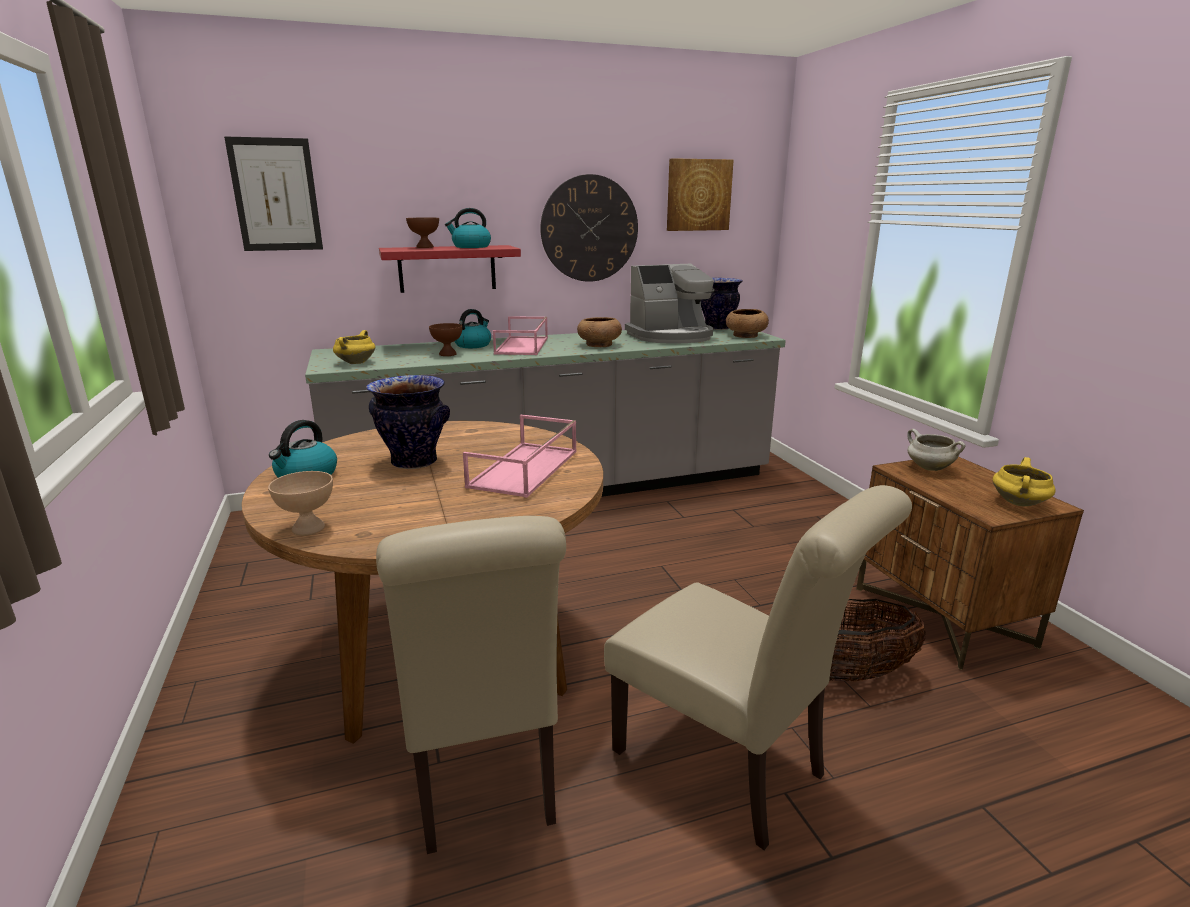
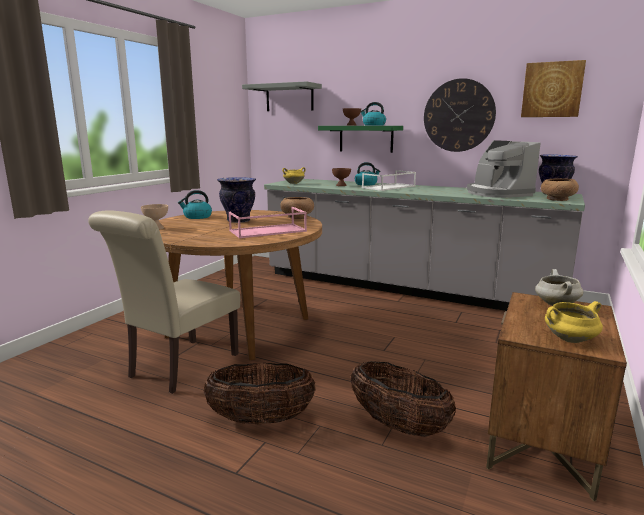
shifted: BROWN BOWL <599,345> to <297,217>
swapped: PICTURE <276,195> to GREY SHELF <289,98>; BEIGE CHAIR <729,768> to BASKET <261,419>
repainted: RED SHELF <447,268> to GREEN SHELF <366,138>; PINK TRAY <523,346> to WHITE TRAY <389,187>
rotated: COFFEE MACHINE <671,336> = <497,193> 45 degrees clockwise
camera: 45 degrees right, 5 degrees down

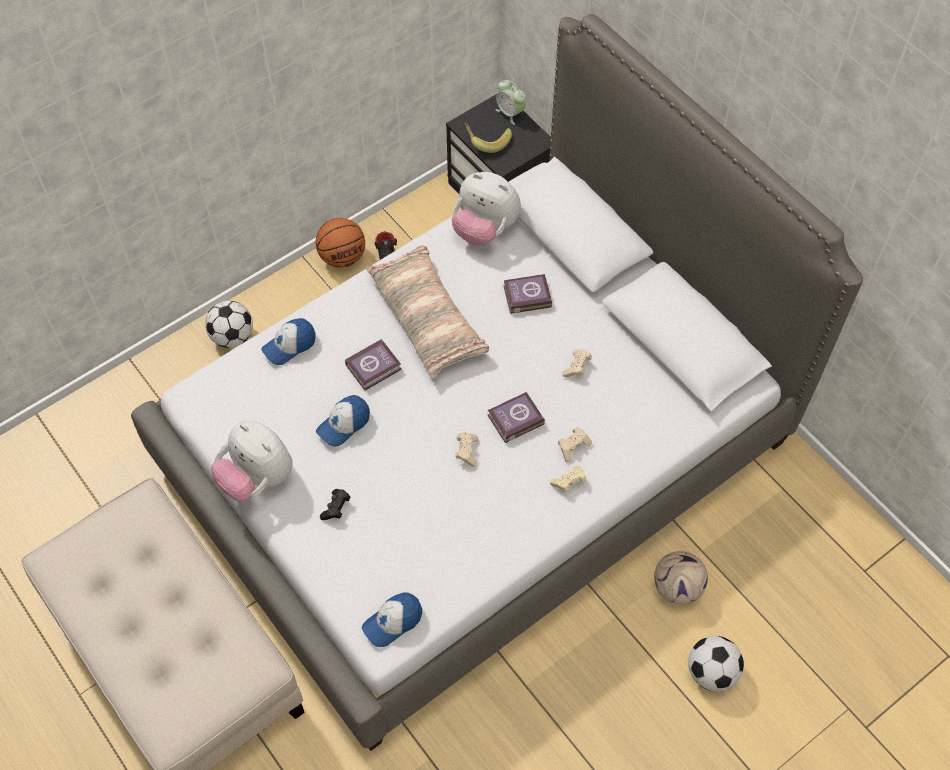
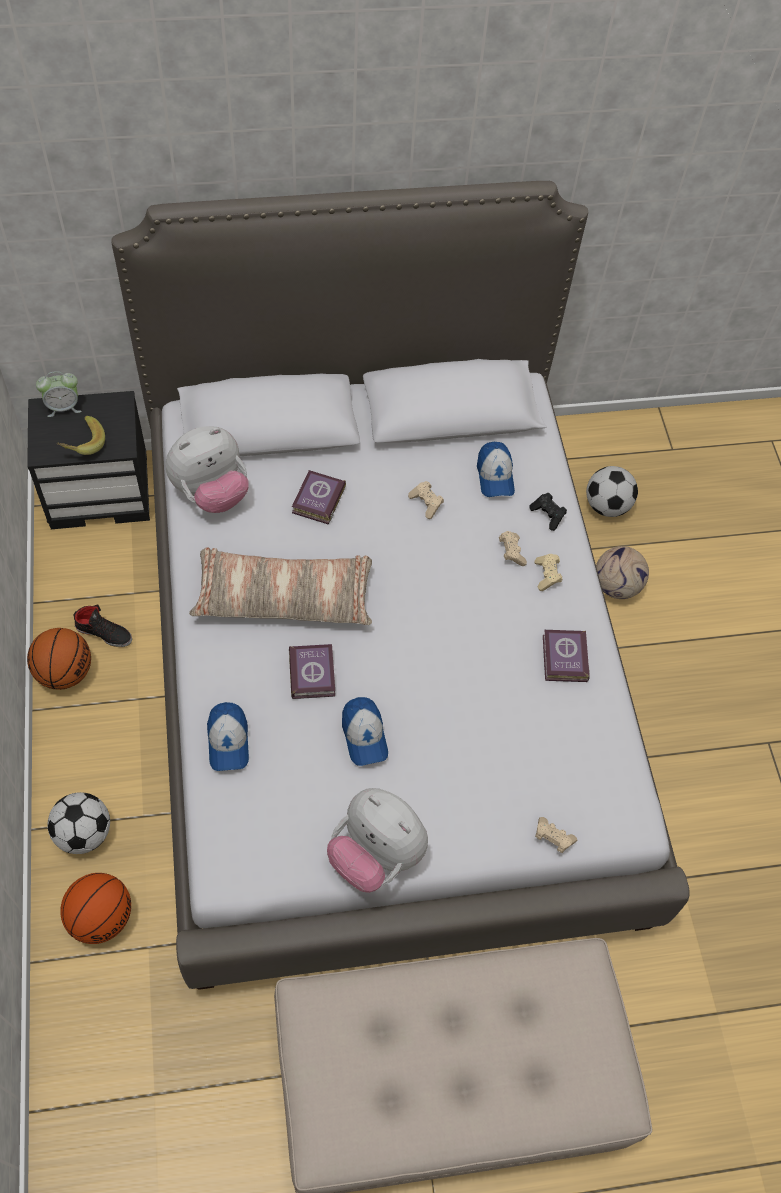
new: BASKETBALL <101,916>
shifted: BOOK <514,419> to <563,659>; BEIGE GAME CONTROLLER <467,451> to <552,838>; BLACK GAME CONTROLLER <336,508> to <548,515>; CAP <393,622> to <495,476>; FOOTBALL <711,672> to <606,506>
rotated: PLUSH TOY <257,478> = <376,854> 60 degrees clockwise
camera: 65 degrees left, 0 degrees up

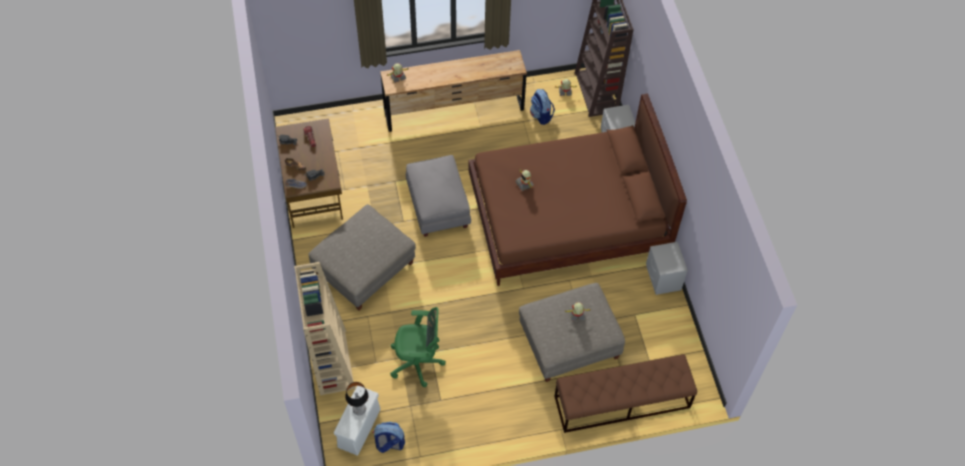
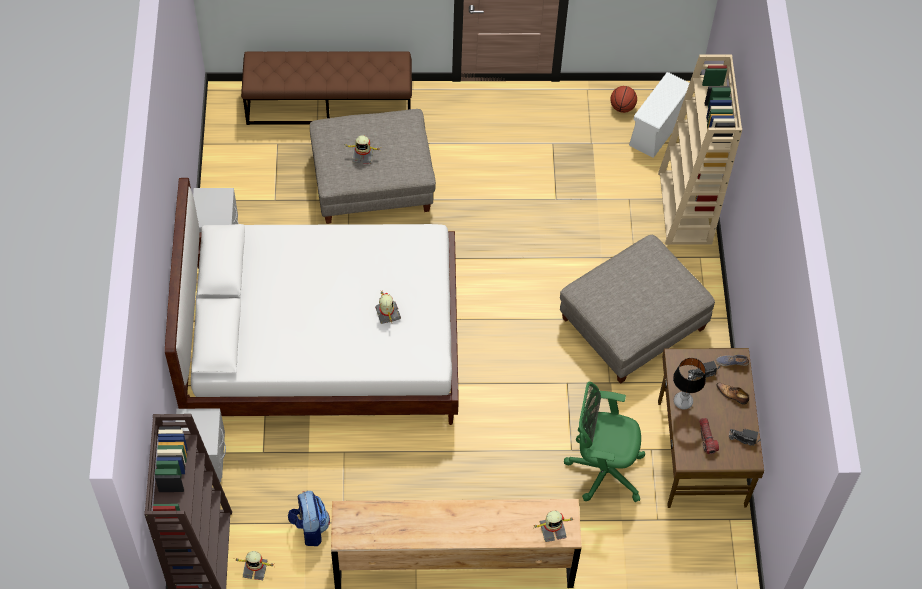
gone: GREY OTTOMAN <438,207>
shifted: GREEN OFFICE CHAIR <418,363> to <602,470>; TABLE LAMP <359,409> to <683,402>
swapped: BACKPACK <389,444> to BASKETBALL <622,107>
repainted: BROWN BED <567,219> to WHITE BED <322,343>
camera: 170 degrees left, 0 degrees up

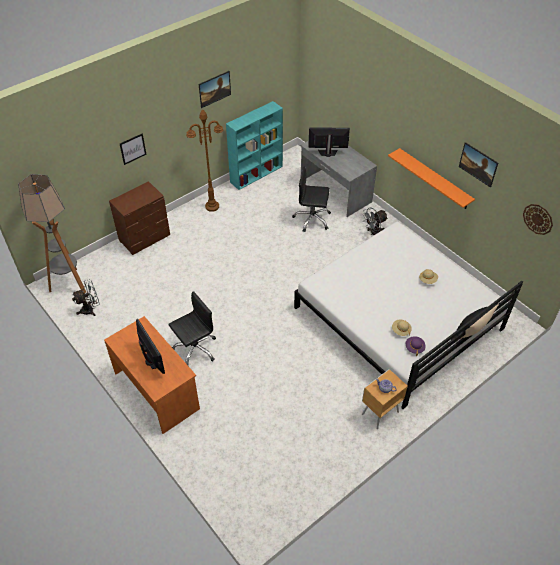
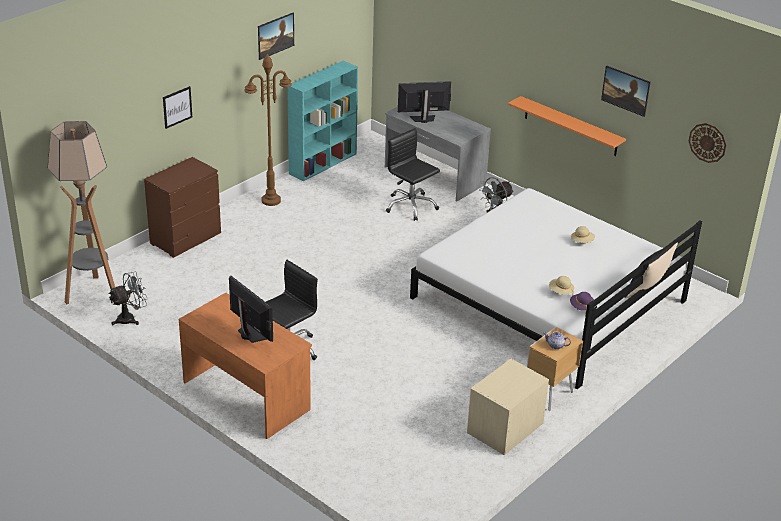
new: BEIGE NIGHTSTAND <504,428>
rotated: BLACK OFFICE CHAIR <312,219> = <410,206> 45 degrees clockwise
camera: 10 degrees left, 15 degrees down

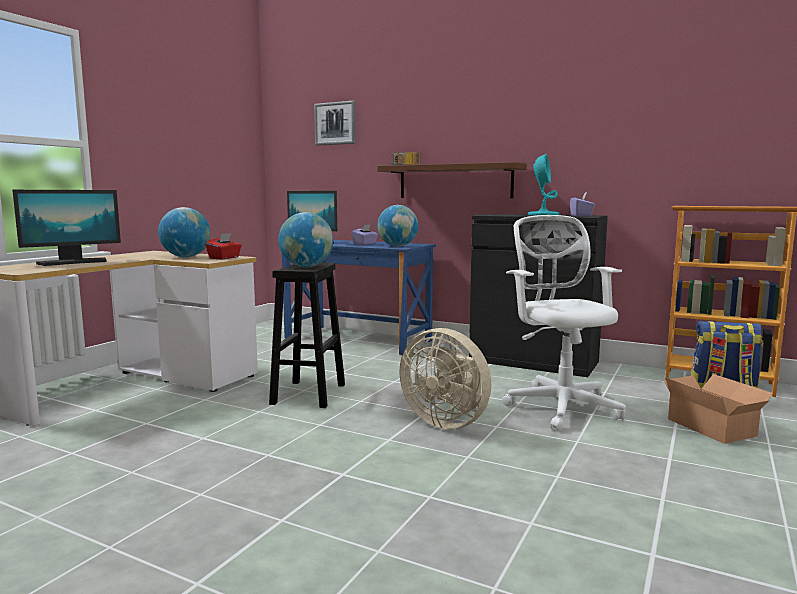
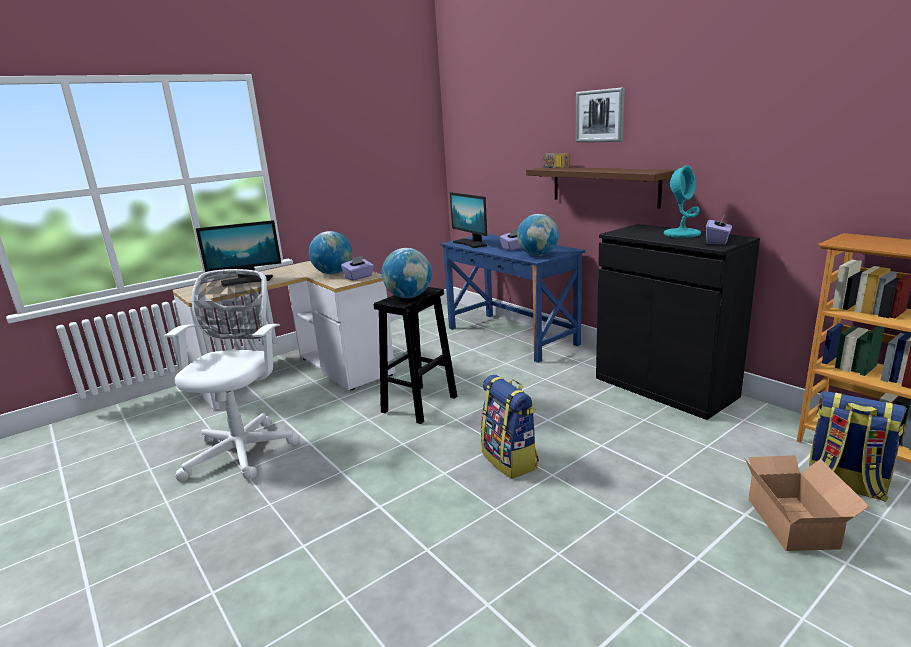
shifted: PICTURE <335,123> to <600,116>; WHITE OFFICE CHAIR <560,405> to <244,449>
swapped: BEIGE FAN <447,422> to BACKPACK <510,460>
repainted: RED TISSUE BOX <224,258> to PURPLE TISSUE BOX <359,277>
camera: 25 degrees right, 10 degrees up

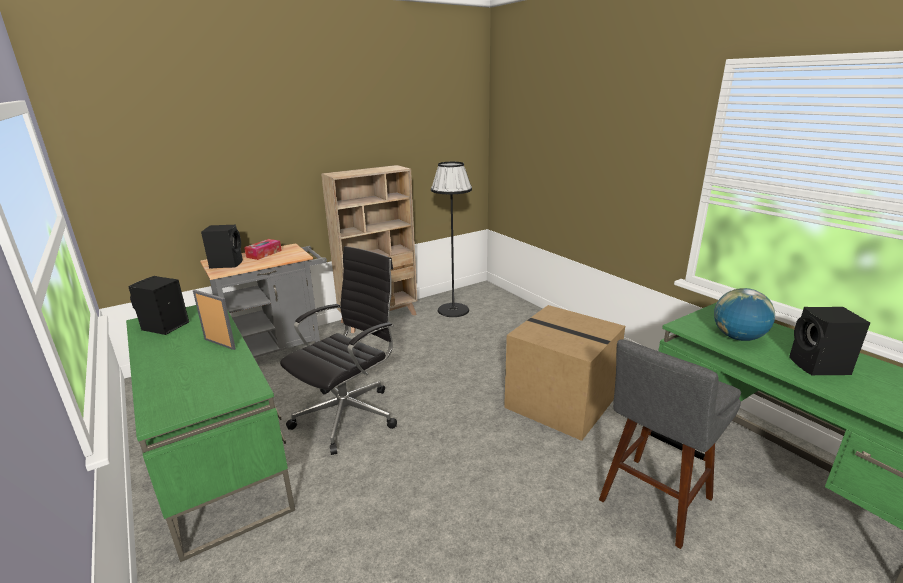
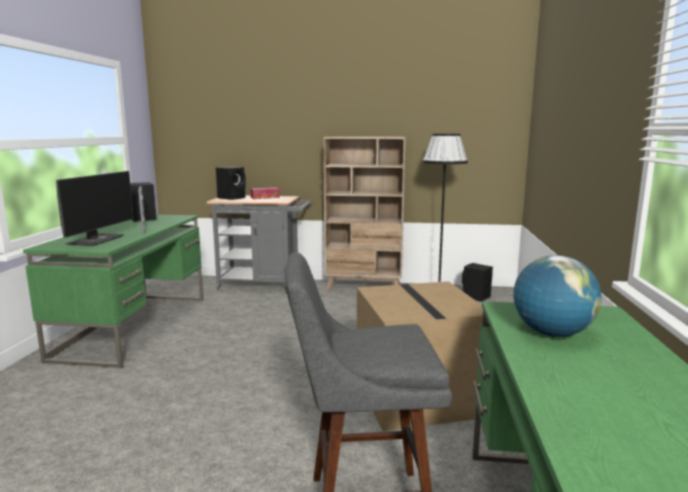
gone: BLACK OFFICE CHAIR <349,415>
new: MONITOR <96,240>
shifted: BLACK SPEAKER <819,367> to <475,297>
camera: 40 degrees right, 10 degrees down

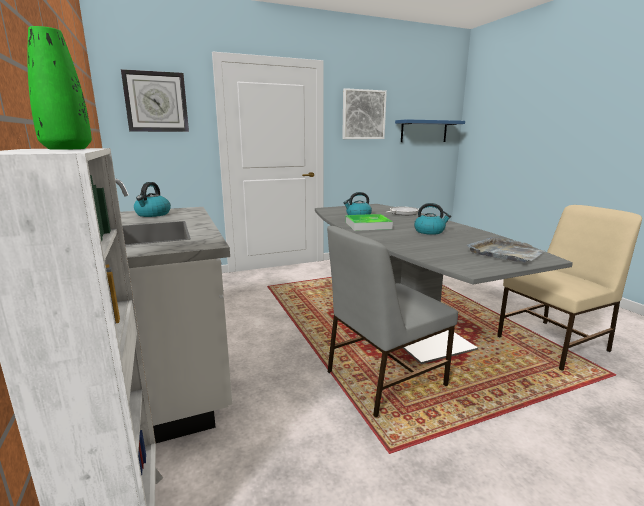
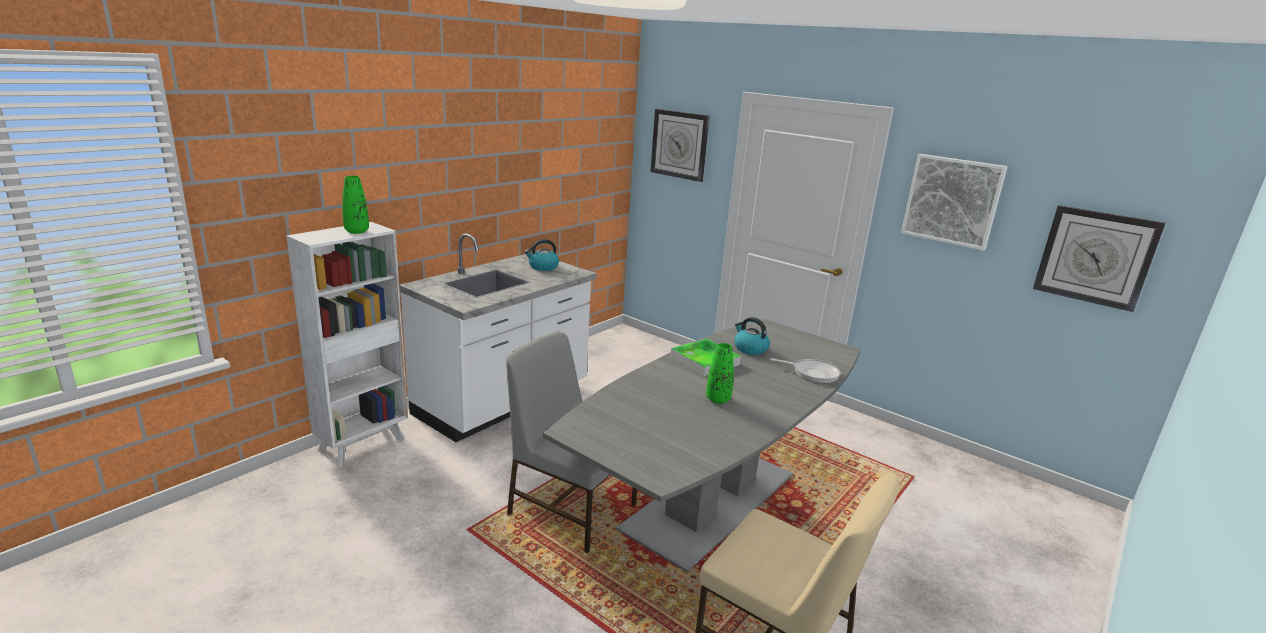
gone: GREY TRAY <505,253>
swapped: BLUE SHELF <424,131> to WALL CLOCK <1095,257>; KETTLE <429,231> to GREEN VASE <718,399>
camera: 60 degrees right, 5 degrees up

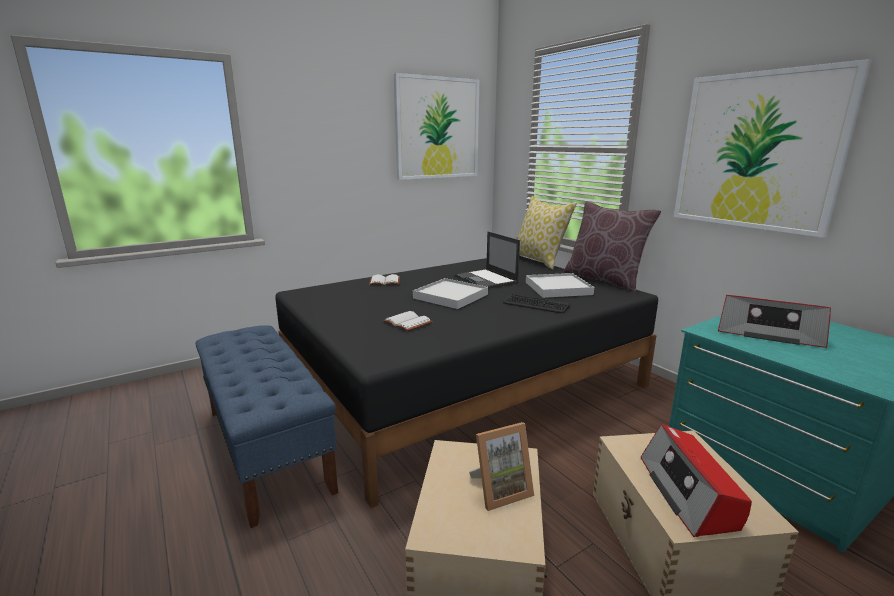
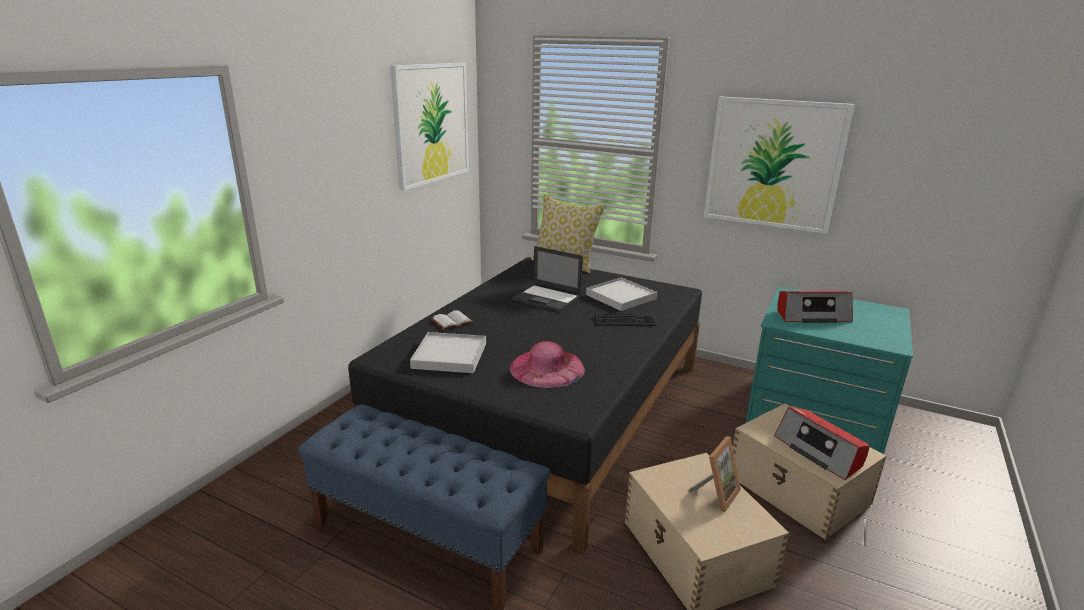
gone: BROWN PILLOW <604,279>
shifted: WHITE TRAY <450,296> to <449,356>
swapped: WHITE BOOK <409,322> to PINK HAT <547,368>
camera: 30 degrees left, 5 degrees up

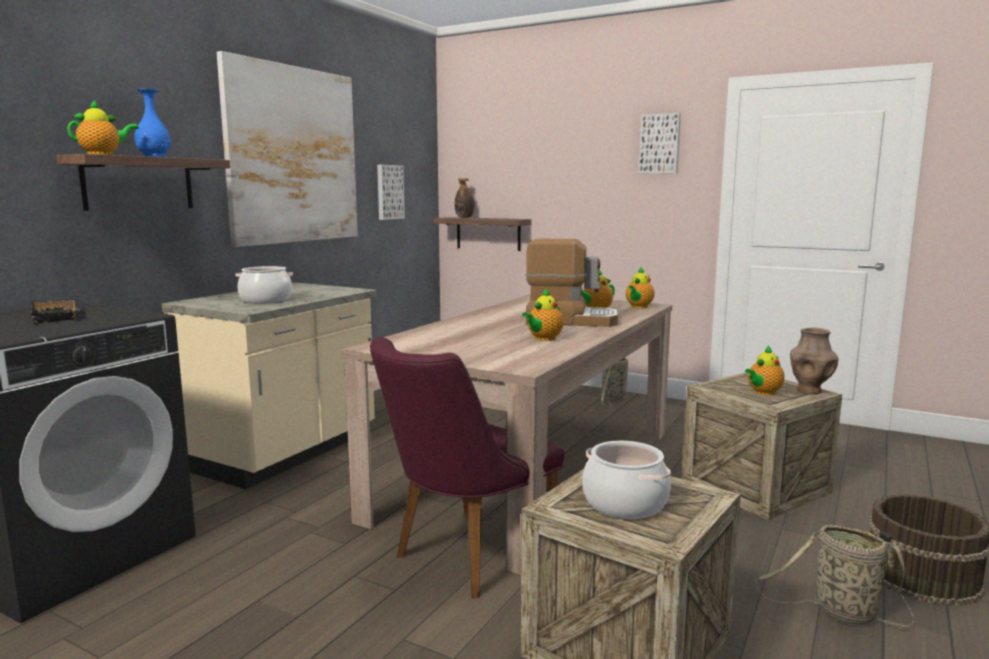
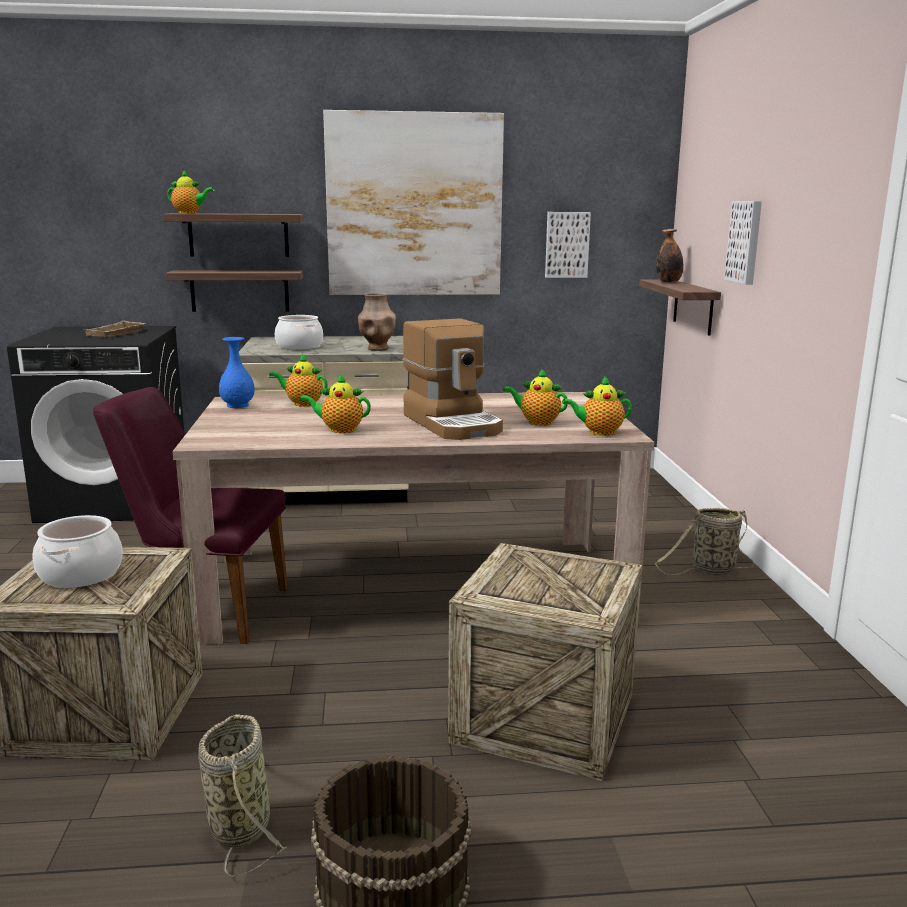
new: SHELF <239,290>
shifted: BLUE VASE <154,157> to <238,405>; PICTURE <660,144> to <746,242>; BROWN VASE <809,391> to <377,349>; TEAPOT <763,392> to <302,404>
repainted: BLACK TRAY <58,316> to BEIGE TRAY <116,333>
camera: 55 degrees right, 5 degrees up

